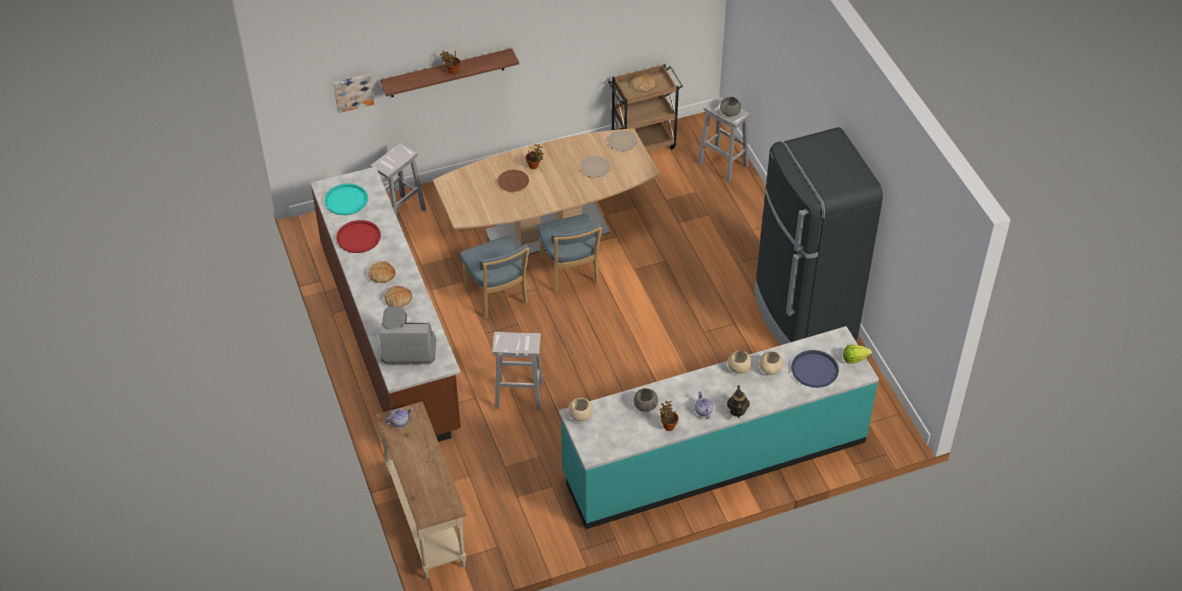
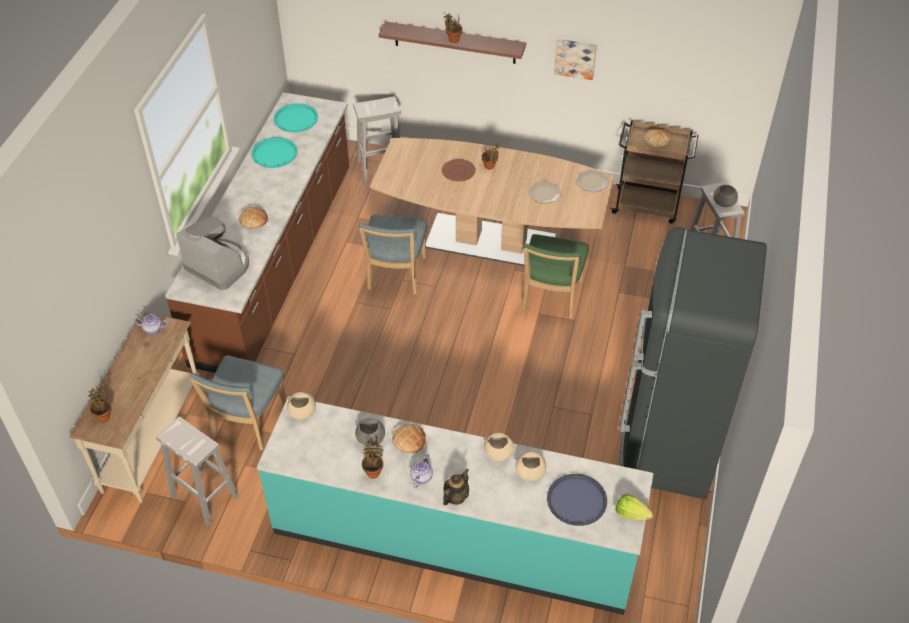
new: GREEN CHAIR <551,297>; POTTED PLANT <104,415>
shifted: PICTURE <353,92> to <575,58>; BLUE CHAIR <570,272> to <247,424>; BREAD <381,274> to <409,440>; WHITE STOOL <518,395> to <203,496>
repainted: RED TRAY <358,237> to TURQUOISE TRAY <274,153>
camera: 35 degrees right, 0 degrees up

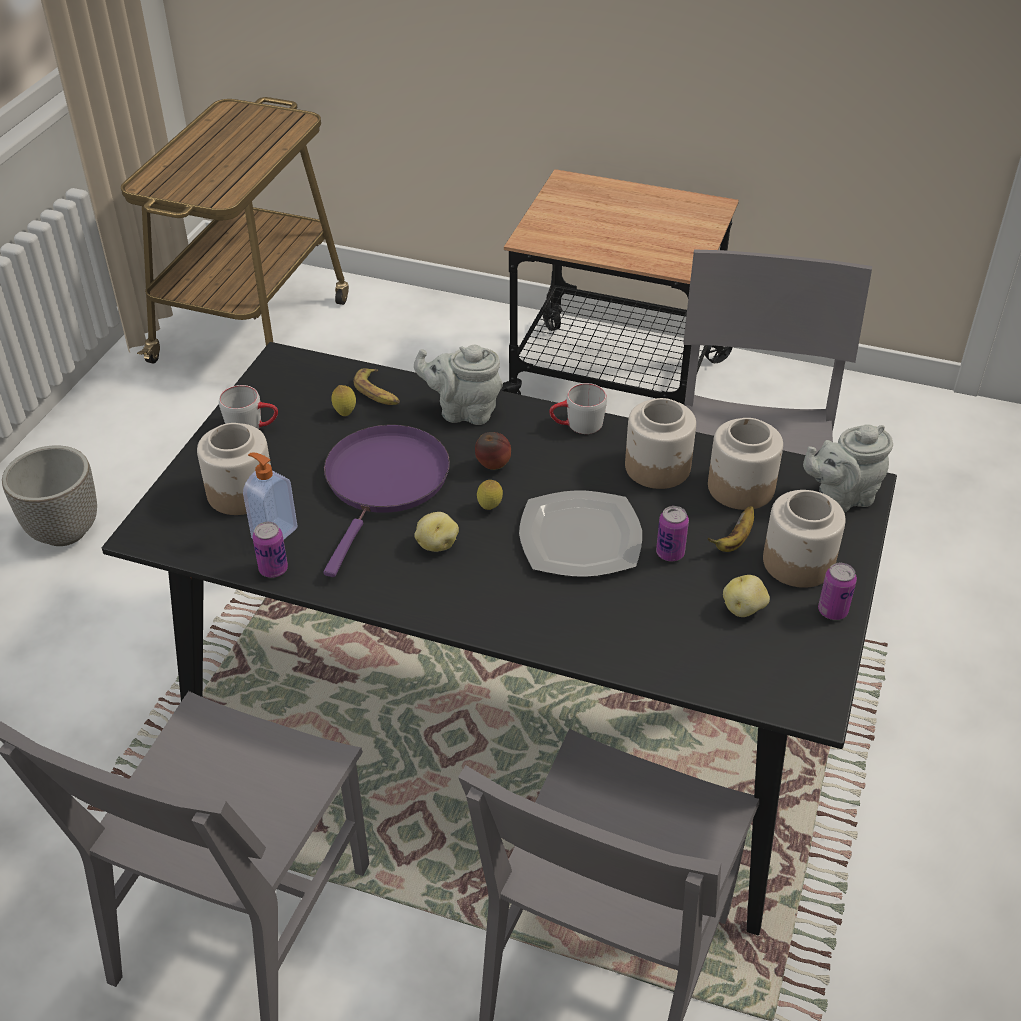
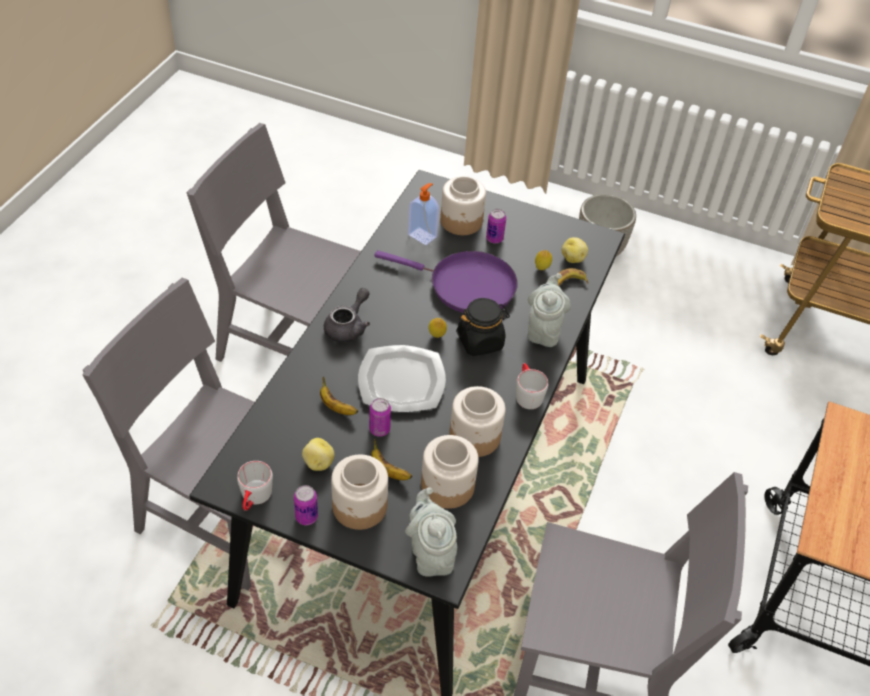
new: GREY TEAPOT <348,327>; BANANA <336,407>
shifted: GREY MUG <252,426> to <254,498>; POTATO <436,544> to <573,258>; CAN <273,569> to <494,239>
swapped: APPLE <493,466> to BLACK JAR <480,341>
camera: 90 degrees right, 5 degrees up

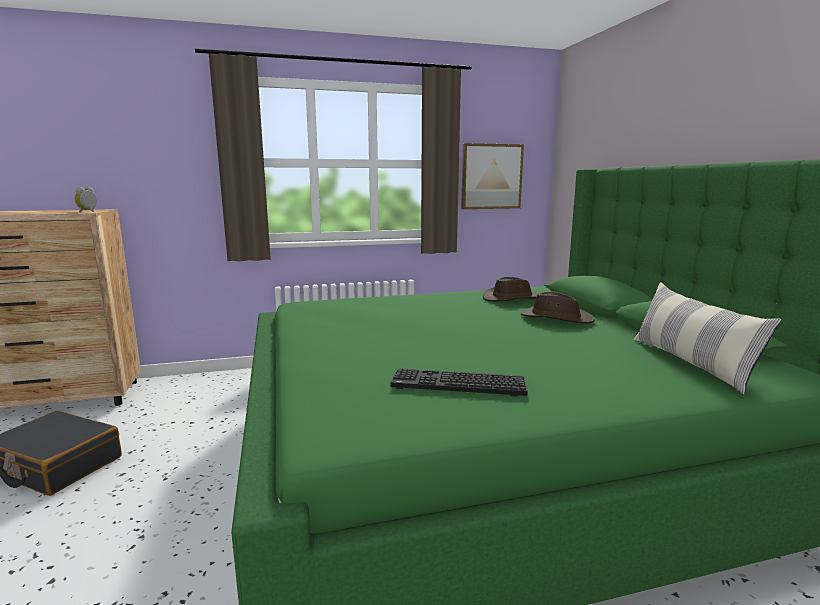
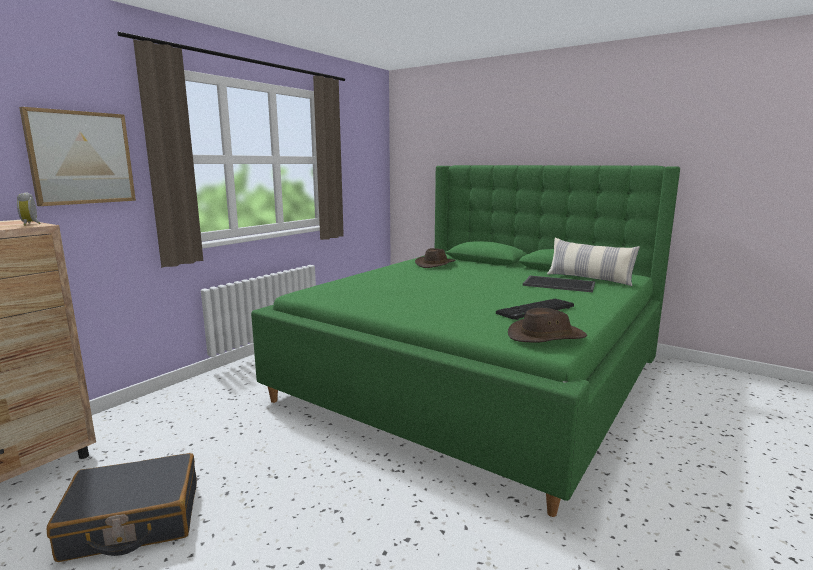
new: TRAY <560,284>
shifted: PICTURE <491,176> to <81,158>; BROWN HAT <556,318> to <546,336>
camera: 40 degrees left, 0 degrees up

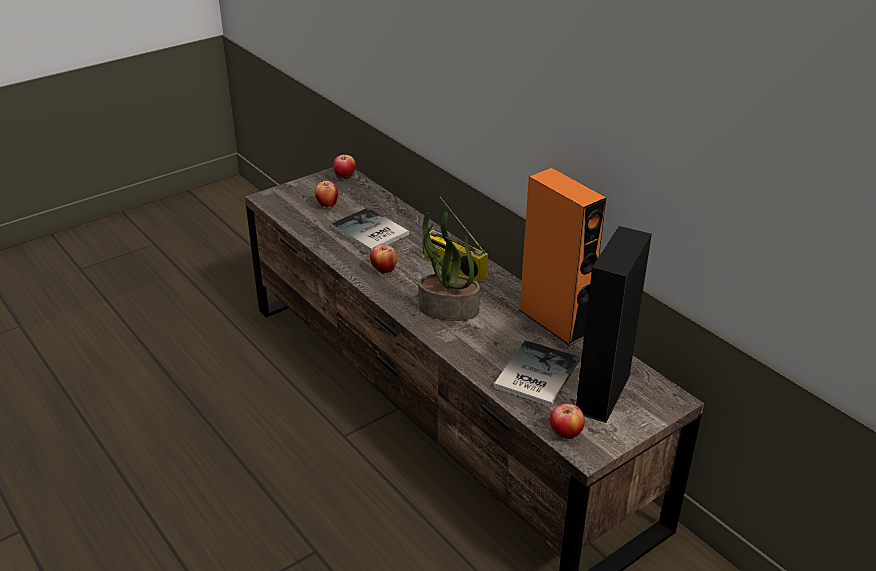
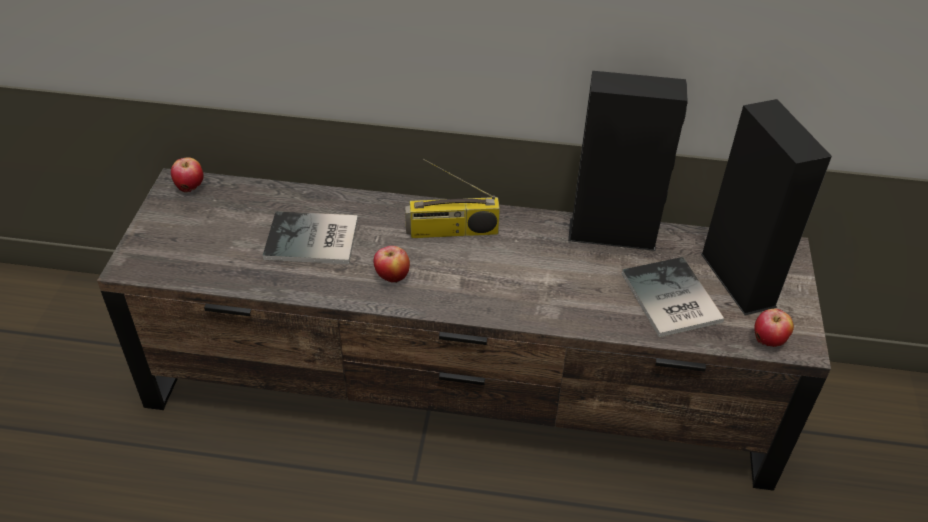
gone: APPLE <327,205>; POTTED PLANT <447,310>
repainted: ORANGE SPEAKER <554,322> to BLACK SPEAKER <612,234>
camera: 45 degrees left, 10 degrees up

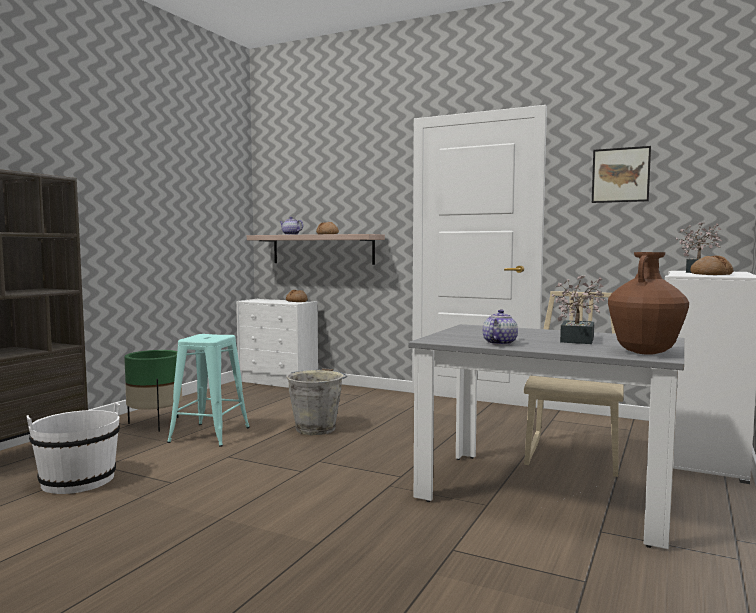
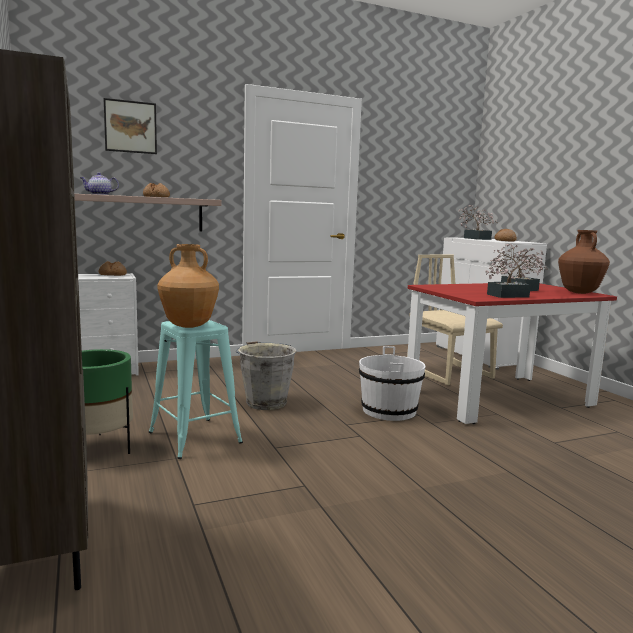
new: BROWN VASE <188,326>
shifted: PICTURE <620,175> to <130,127>; WHITE BUCKET <78,480> to <389,411>
swapped: TEAPOT <499,343> to POTTED PLANT <512,295>
repainted: GREY DINING TABLE <545,494> to RED DINING TABLE <498,398>
camera: 50 degrees left, 5 degrees up

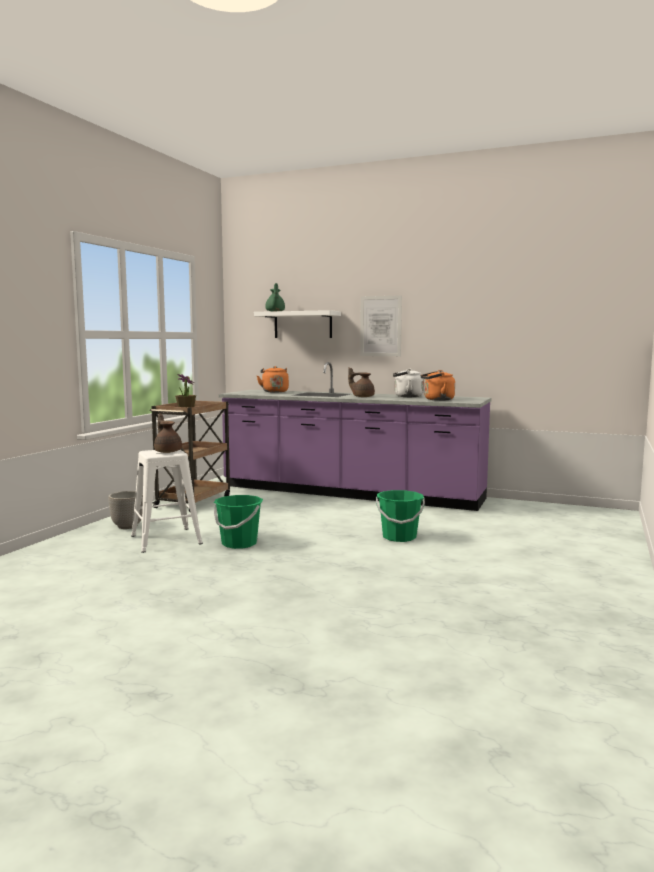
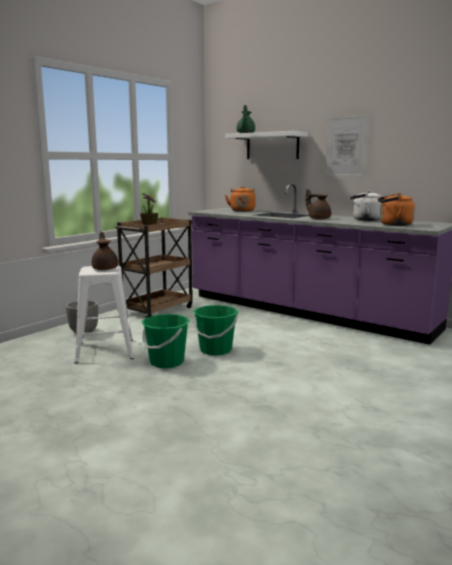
shifted: GREEN BUCKET <399,537> to <215,350>
camera: 15 degrees right, 5 degrees up

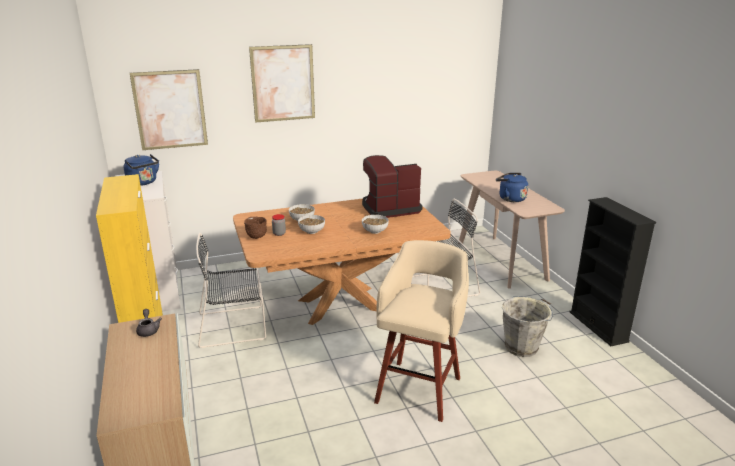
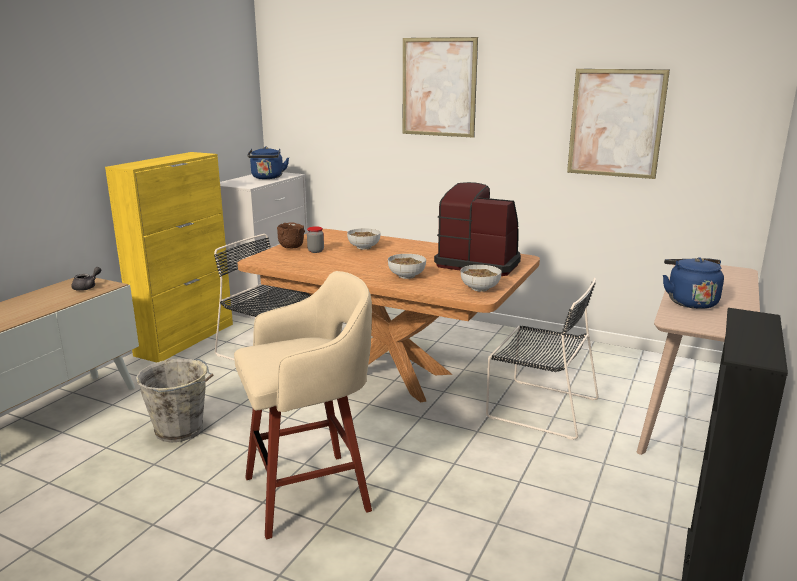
shifted: PICTURE <170,110> to <615,123>; BOWL <312,231> to <480,288>; GREY BUCKET <522,347> to <181,430>
camera: 45 degrees right, 5 degrees down

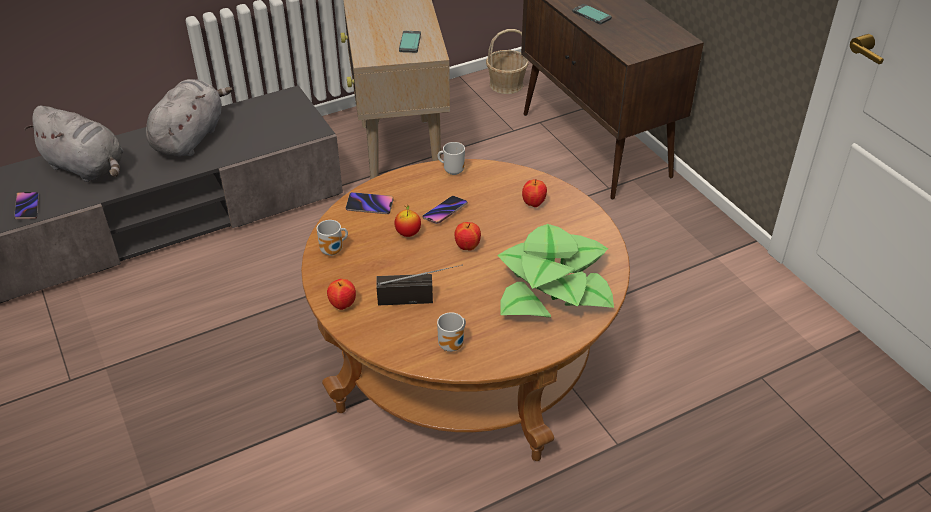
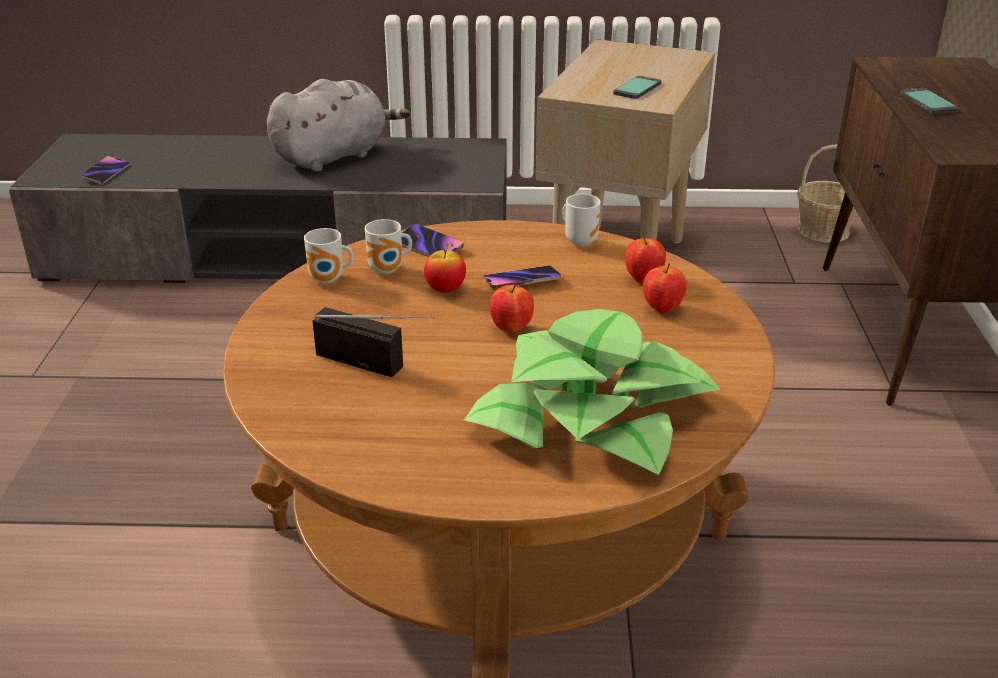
gone: GREY PLUSH TOY <87,168>
shifted: APPLE <343,305> to <643,279>; MUG <453,345> to <388,270>
camera: 30 degrees right, 10 degrees down

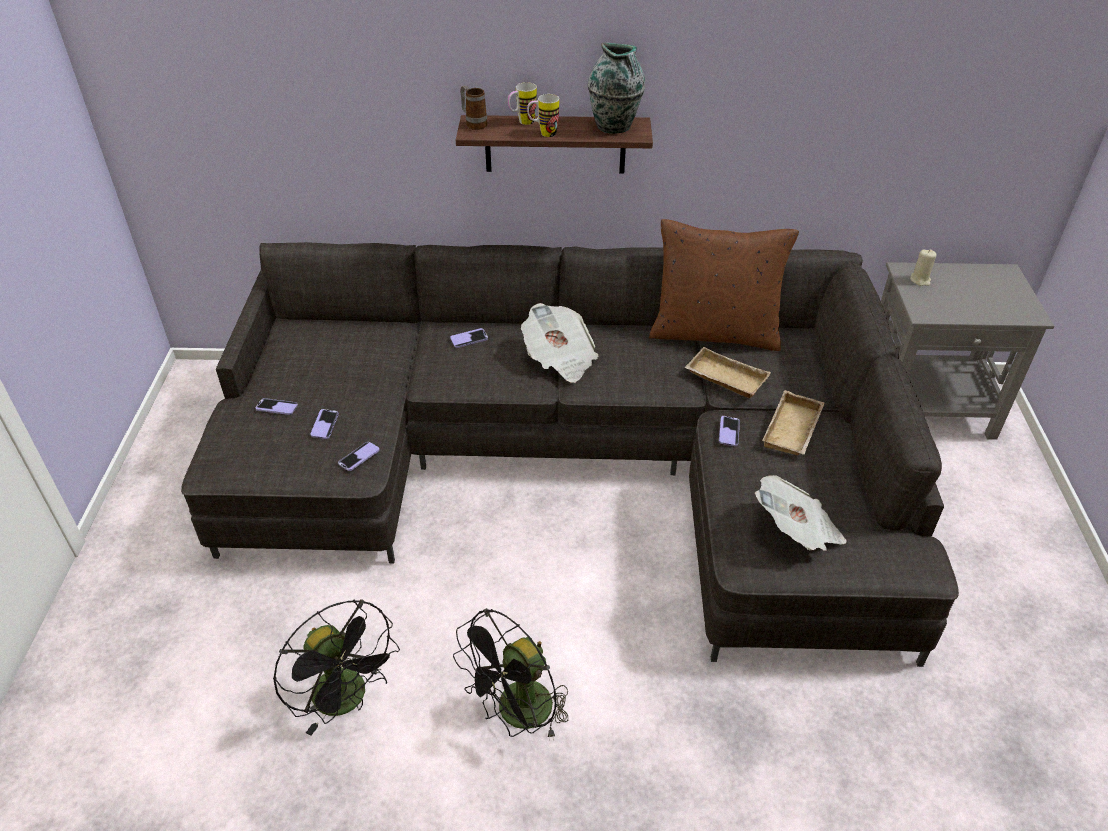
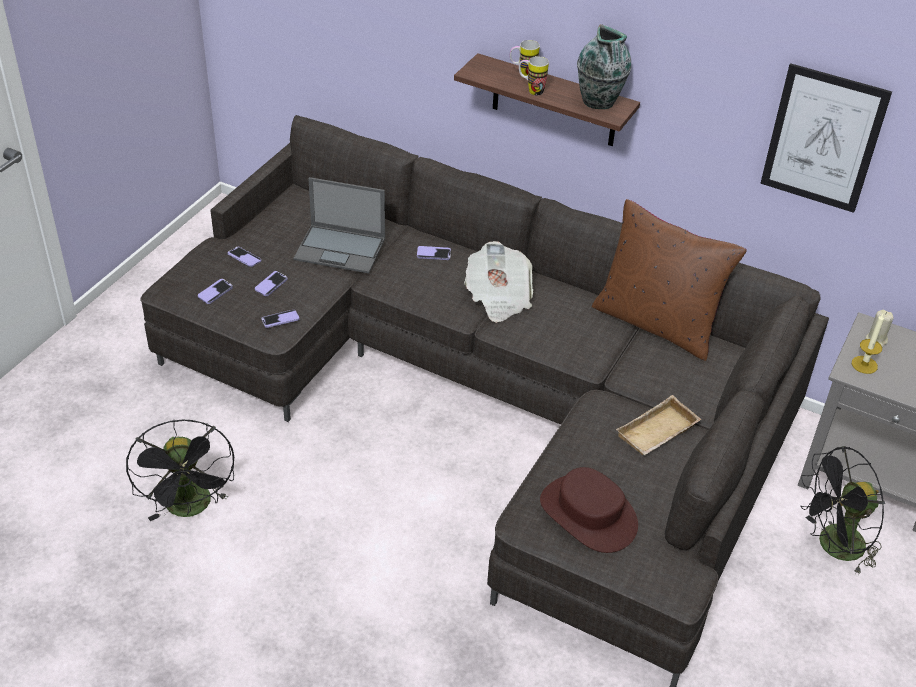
gone: MUG <473,124>; BEIGE TRAY <724,378>
new: PICTURE <823,139>; LAPTOP <341,249>; CANDLE <864,364>
shifted: PHONE <729,432> to <215,292>; BLACK FAN <517,715> to <833,547>
swapped: NEWSPAPER <796,531> to BROWN HAT <588,514>
camera: 25 degrees right, 0 degrees up

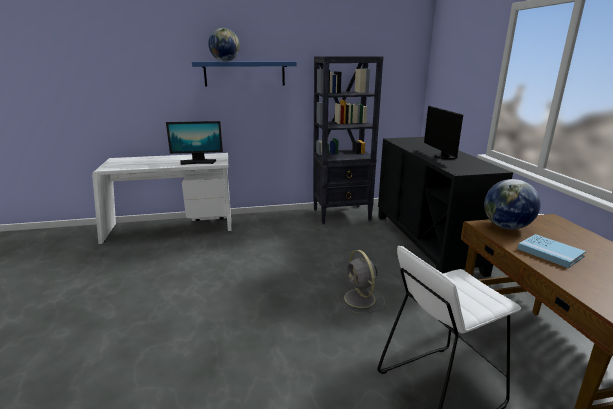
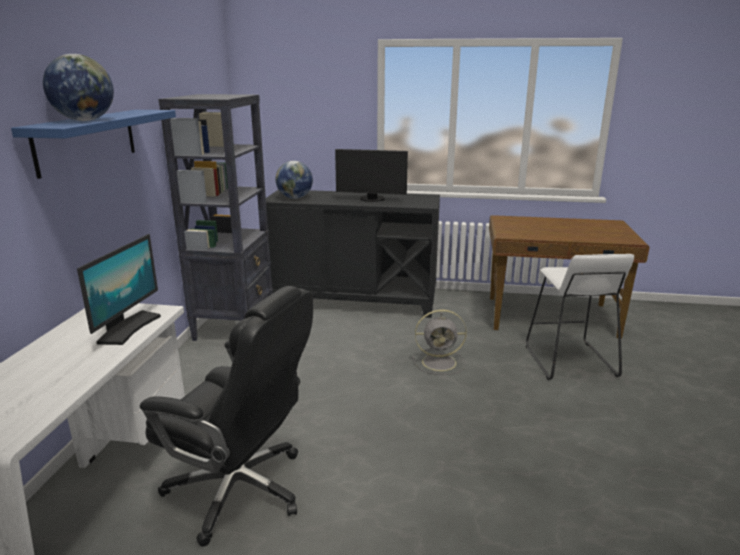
gone: BLUE BOOK <550,252>
new: BLACK OFFICE CHAIR <240,489>
shifted: GLOBE <506,227> to <294,198>
camera: 70 degrees left, 0 degrees up

